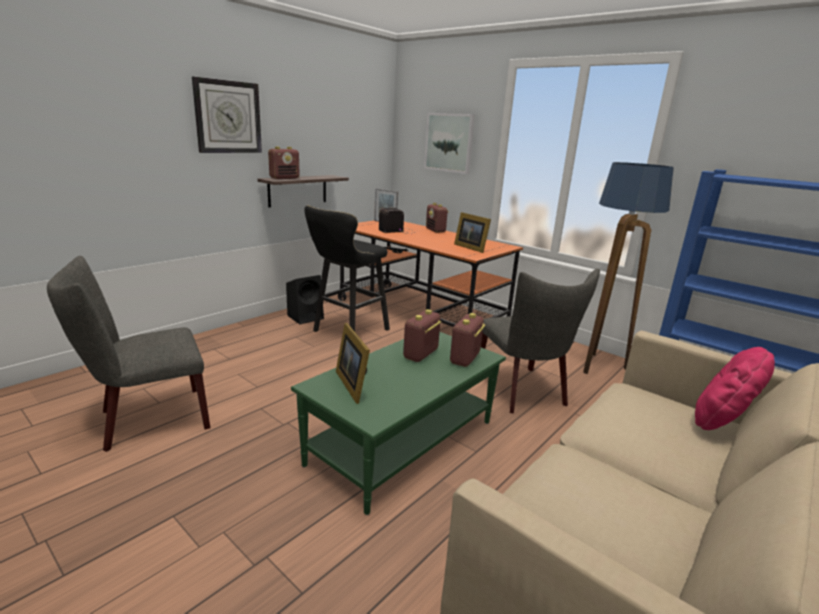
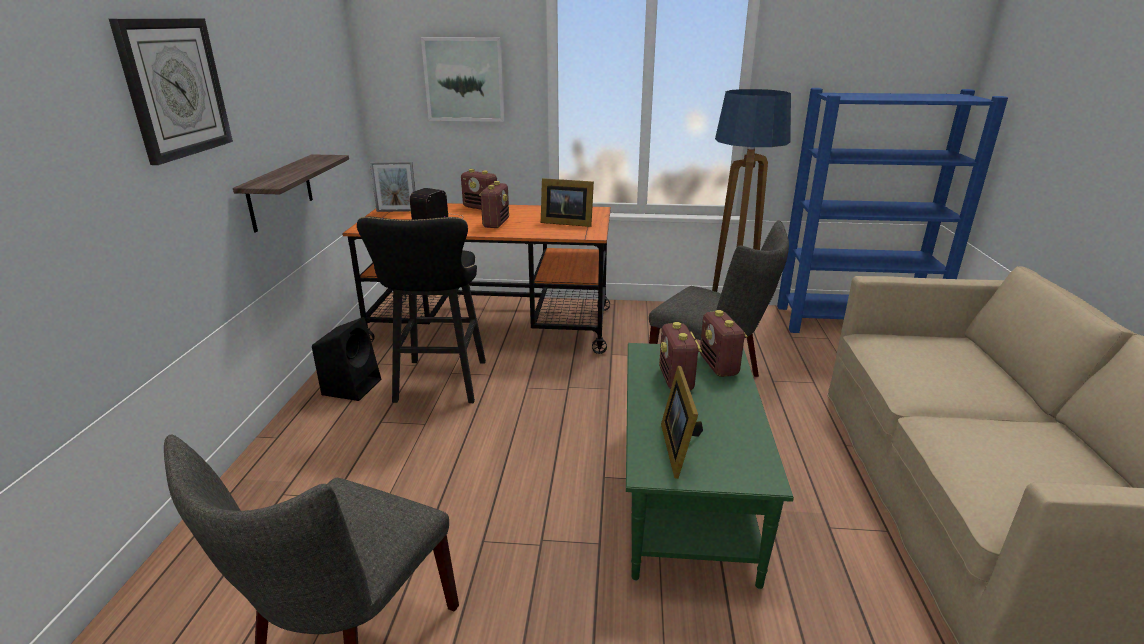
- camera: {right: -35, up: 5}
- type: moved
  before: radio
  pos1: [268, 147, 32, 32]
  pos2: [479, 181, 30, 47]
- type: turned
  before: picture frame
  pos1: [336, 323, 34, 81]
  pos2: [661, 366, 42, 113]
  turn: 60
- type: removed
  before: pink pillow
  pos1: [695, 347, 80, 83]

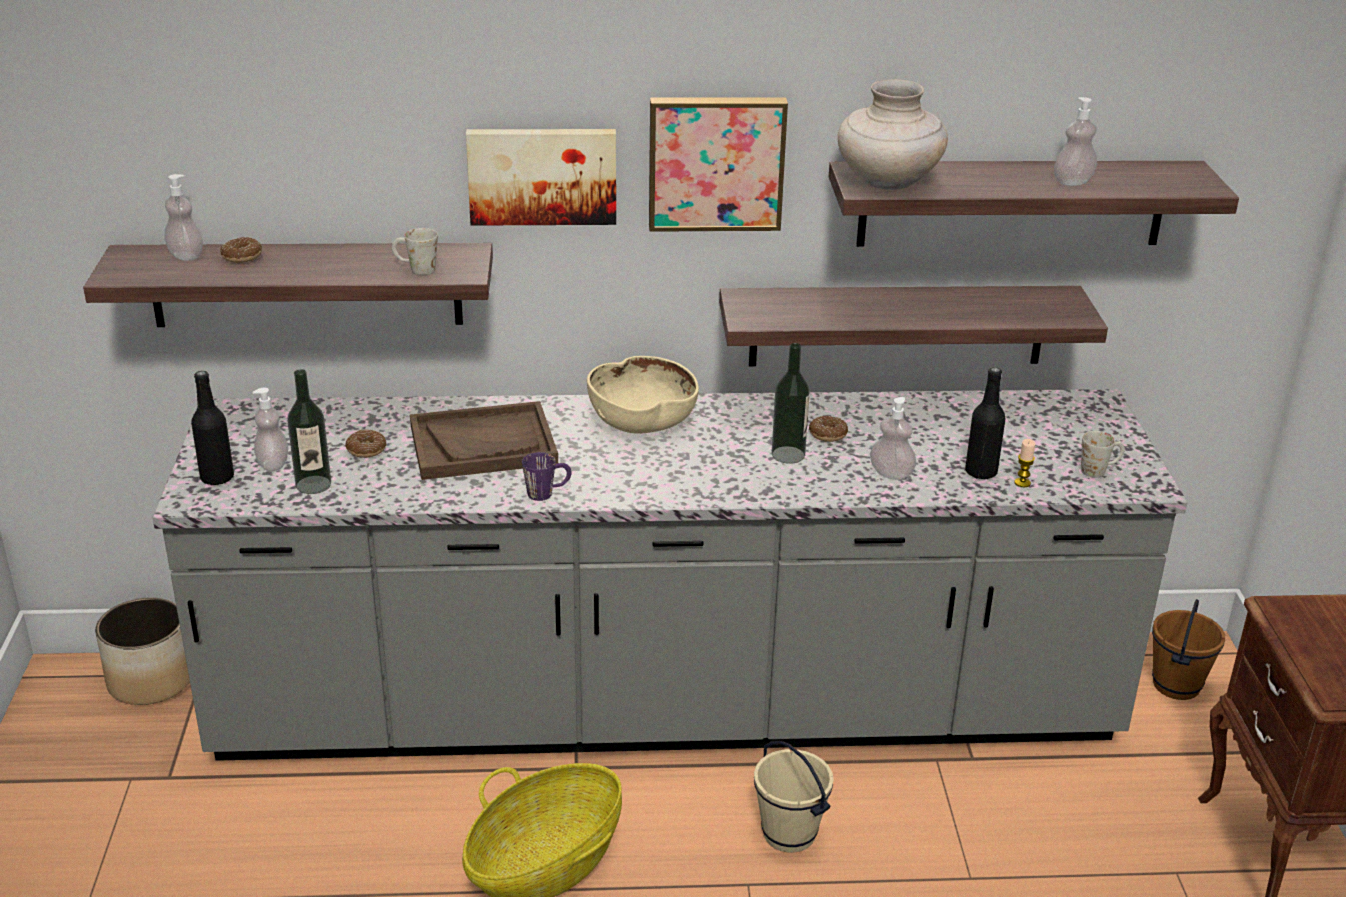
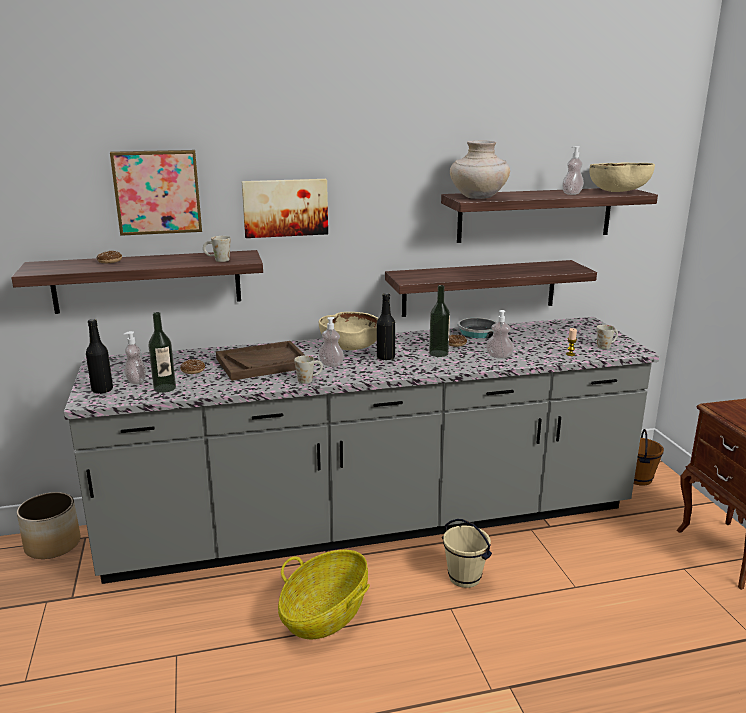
- camera: {right: -10, up: -10}
- type: moved
  before: soap dispenser
  pos1: [164, 174, 39, 87]
  pos2: [319, 317, 25, 50]
- type: recoloured
  before: purple mug
  after: white mug
  pos1: [522, 452, 50, 49]
  pos2: [294, 356, 29, 28]
- type: moved
  before: picture
  pos1: [649, 98, 139, 134]
  pos2: [110, 150, 92, 86]
- type: moved
  before: black bottle
  pos1: [965, 367, 41, 113]
  pos2: [377, 293, 18, 68]
- type: added
  after: frying pan
  pos2: [458, 318, 55, 23]
- type: added
  after: beige bowl
  pos2: [589, 163, 66, 29]

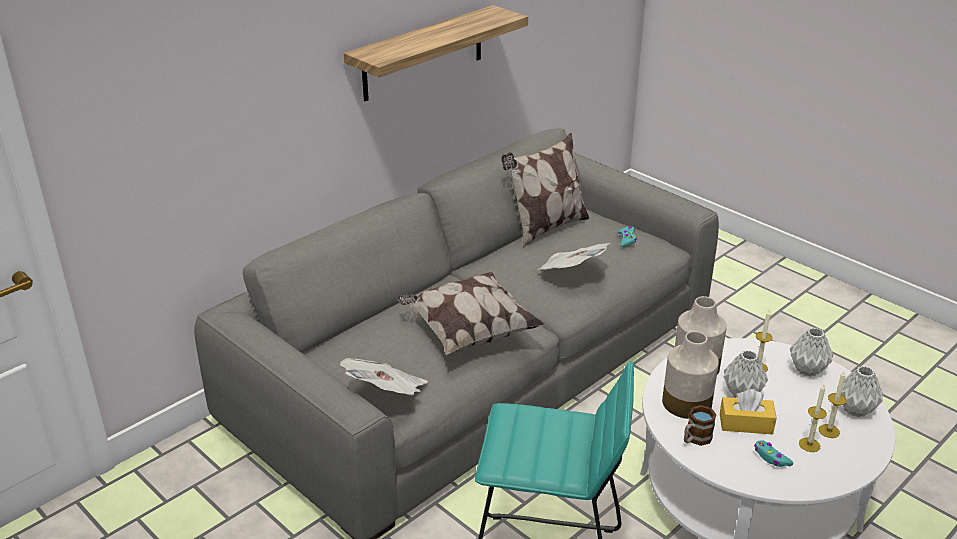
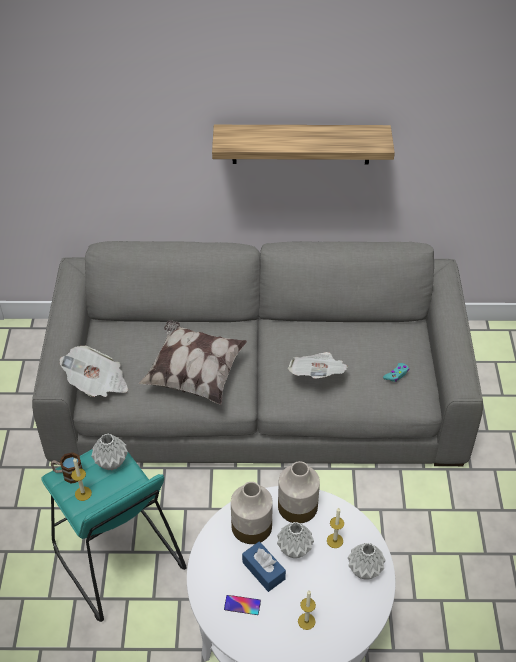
- camera: {right: 45, up: 15}
- type: removed
  before: pillow
  pos1: [501, 133, 88, 115]
- type: moved
  before: mug
  pos1: [684, 405, 33, 41]
  pos2: [51, 452, 31, 32]
- type: recoloured
  before: yellow tissue box
  after: blue tissue box
  pos1: [720, 389, 57, 45]
  pos2: [242, 541, 44, 51]
- type: replaced
  before: turquoise game controller
  after: phone
  pos1: [754, 440, 40, 27]
  pos2: [224, 595, 37, 20]
- type: moved
  before: candle
  pos1: [799, 385, 28, 67]
  pos2: [71, 458, 21, 43]
- type: moved
  before: grey vase
  pos1: [837, 366, 47, 51]
  pos2: [91, 433, 37, 37]

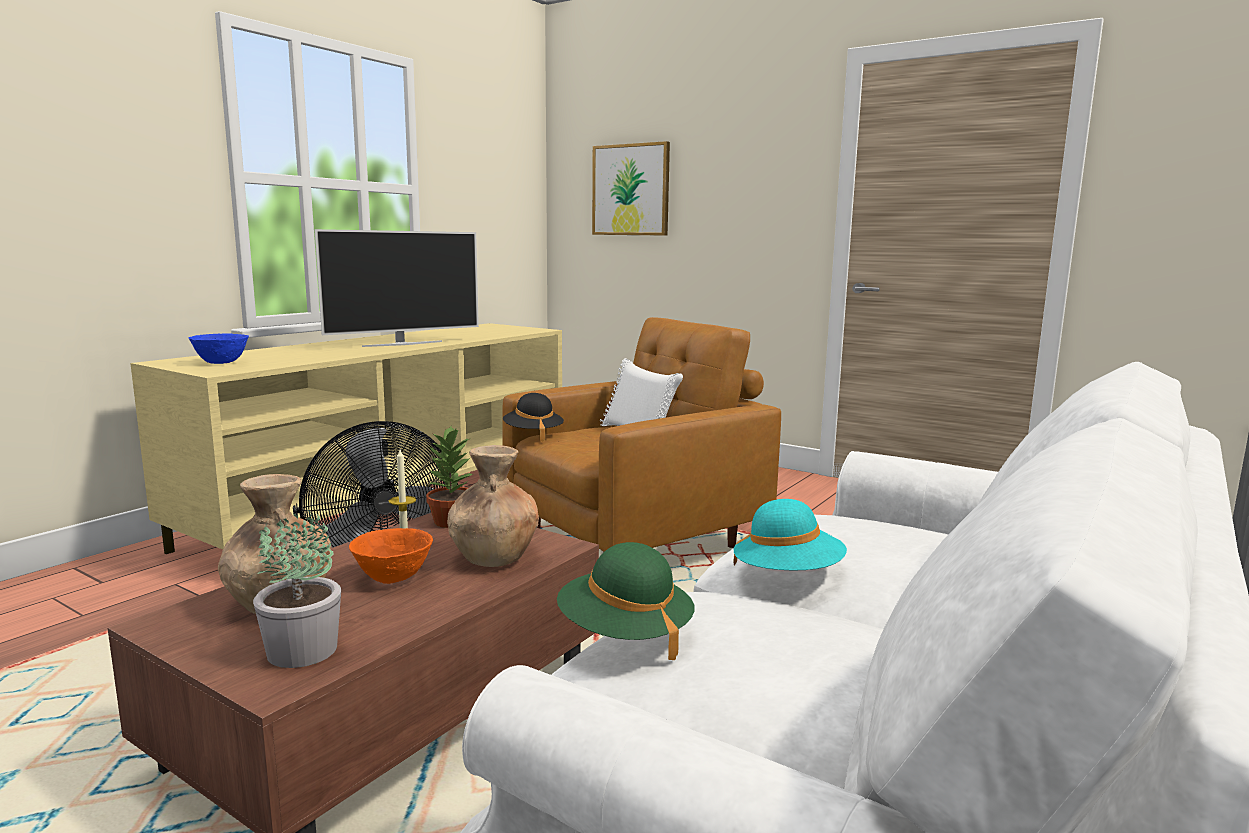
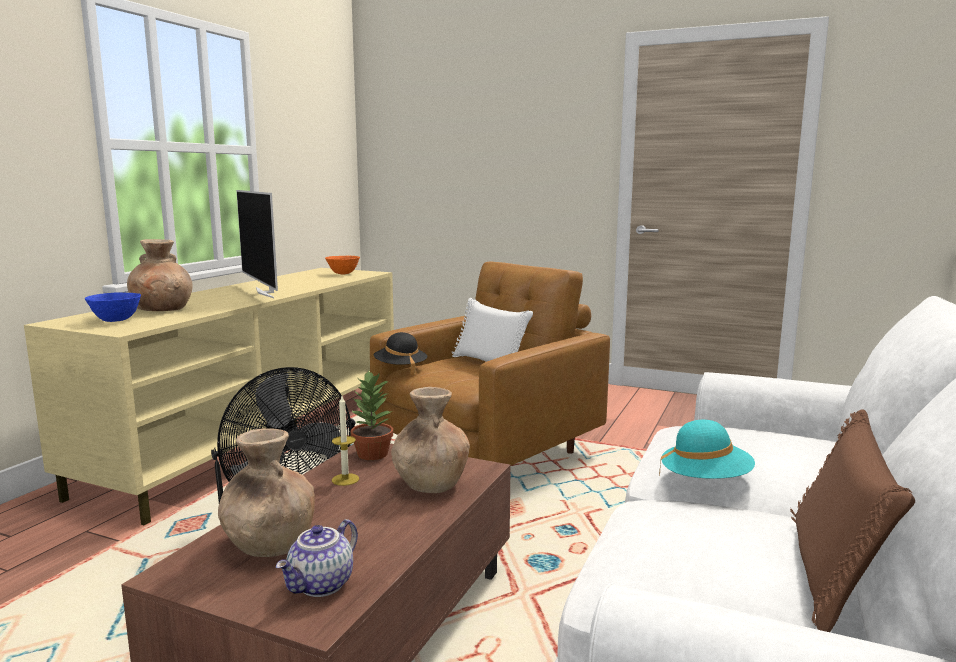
- camera: {right: -10, up: 0}
- type: replaced
  before: potted plant
  after: teapot
  pos1: [253, 510, 88, 158]
  pos2: [276, 519, 82, 78]
- type: turned
  before: television
  pos1: [314, 229, 165, 118]
  pos2: [236, 190, 42, 108]
  turn: 105
- type: moved
  before: orange bowl
  pos1: [349, 528, 84, 56]
  pos2: [325, 256, 35, 19]
- type: removed
  before: green hat
  pos1: [557, 542, 138, 118]
- type: removed
  before: picture
  pos1: [592, 141, 78, 95]
- type: added
  after: brown vase
  pos2: [127, 239, 66, 72]
- type: added
  after: brown pillow
  pos2: [790, 409, 125, 223]

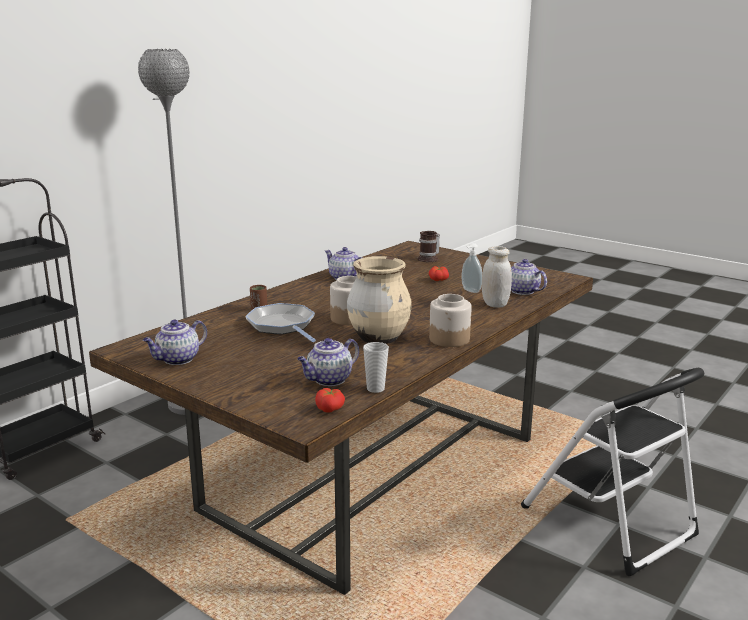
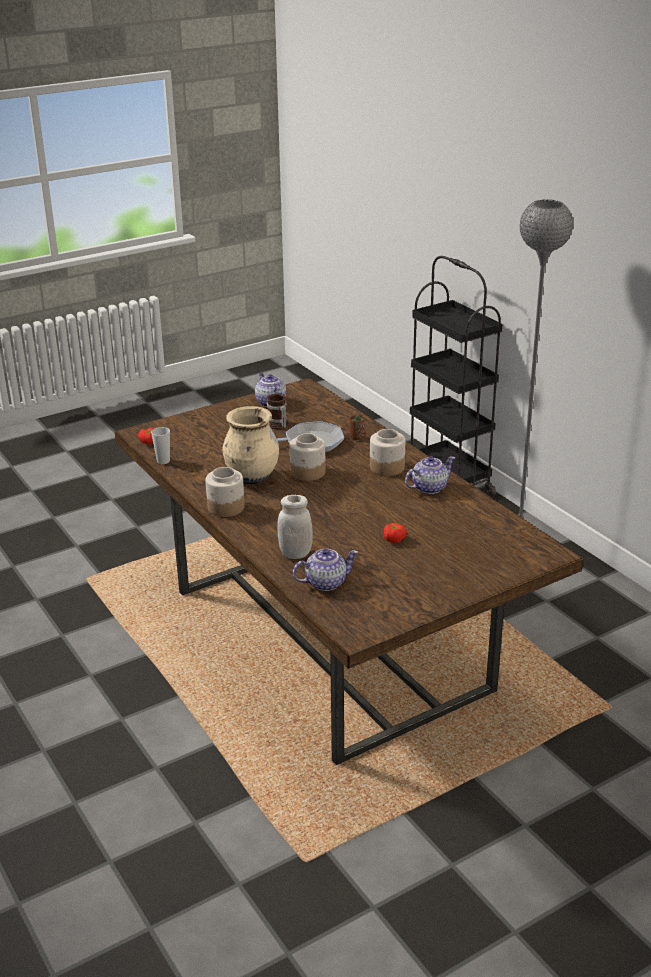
- camera: {right: 110, up: 10}
- type: removed
  before: teapot
  pos1: [297, 338, 62, 48]
- type: moved
  before: mug
  pos1: [417, 231, 23, 31]
  pos2: [267, 393, 22, 36]
- type: removed
  before: soap dispenser
  pos1: [462, 243, 20, 50]
- type: removed
  before: step ladder
  pos1: [521, 368, 183, 208]
- type: added
  after: jar
  pos2: [370, 429, 35, 47]

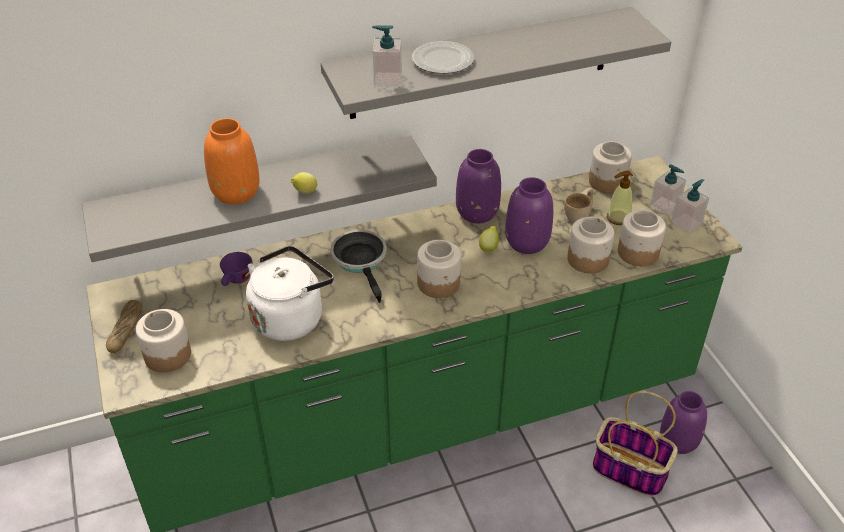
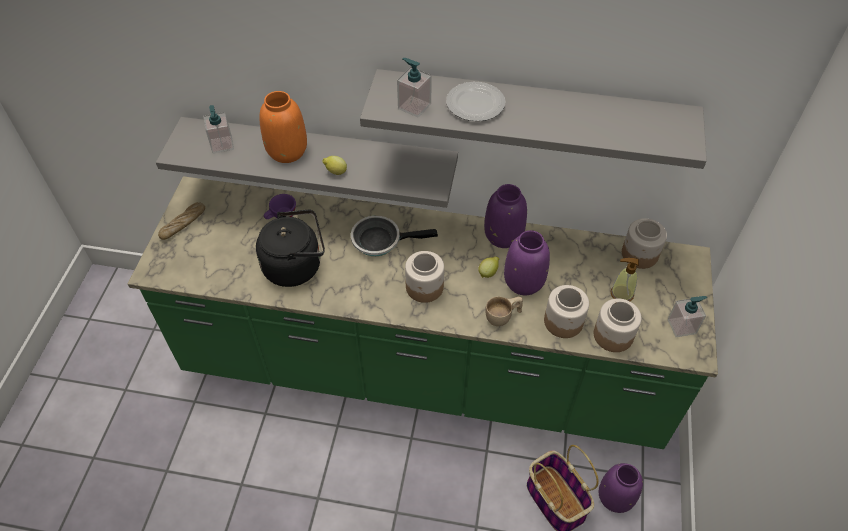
- camera: {right: 30, up: 10}
- type: removed
  before: jar
  pos1: [136, 309, 55, 63]
- type: recoloured
  before: white kettle
  after: black kettle
  pos1: [246, 246, 88, 95]
  pos2: [256, 210, 69, 77]
- type: turned
  before: frying pan
  pos1: [330, 230, 57, 73]
  pos2: [351, 216, 87, 40]
  turn: -105
- type: moved
  before: beige cup
  pos1: [564, 188, 29, 35]
  pos2: [485, 296, 38, 30]
- type: moved
  before: soap dispenser
  pos1: [650, 164, 36, 52]
  pos2: [203, 105, 31, 49]

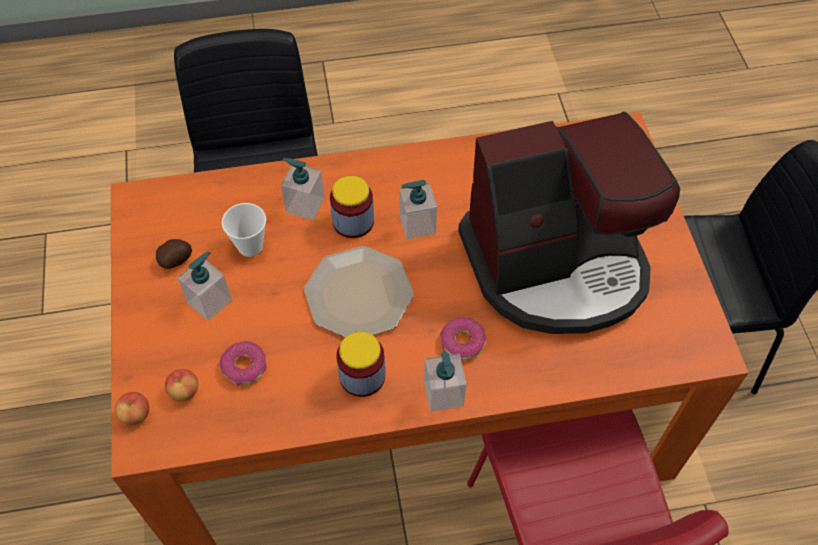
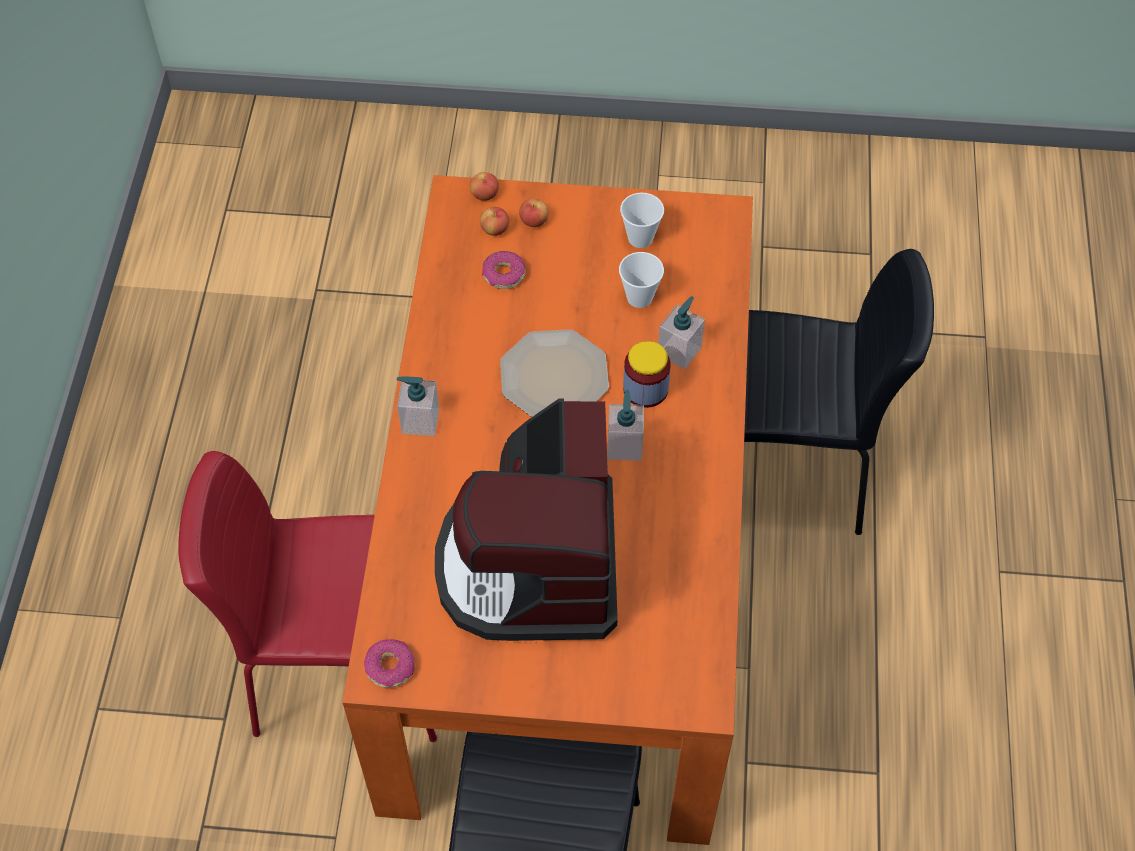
- camera: {right: 105, up: 0}
- type: replaced
  before: potato
  after: cup
  pos1: [156, 239, 36, 30]
  pos2: [620, 193, 44, 55]
- type: removed
  before: soap dispenser
  pos1: [177, 251, 55, 70]
- type: removed
  before: jar
  pos1: [336, 332, 49, 65]
- type: moved
  before: donut
  pos1: [440, 317, 46, 43]
  pos2: [364, 639, 51, 49]
- type: added
  after: apple
  pos2: [519, 198, 30, 29]

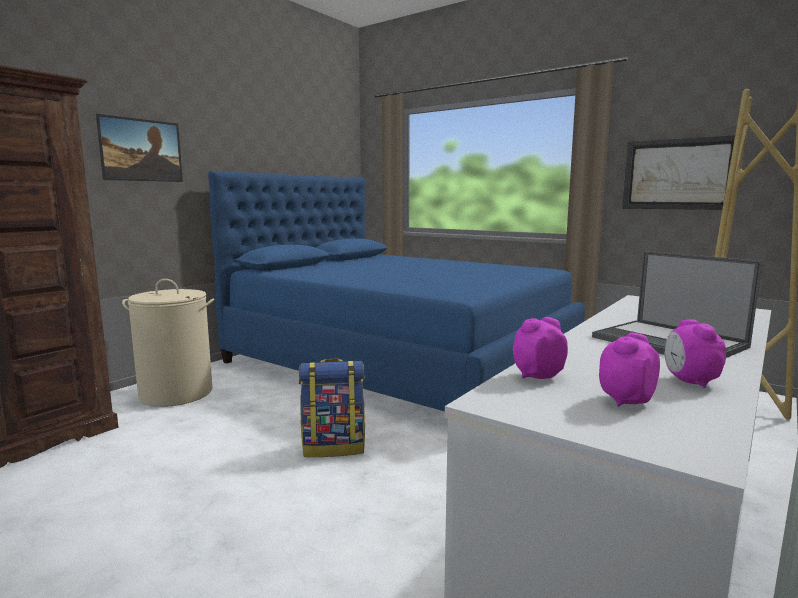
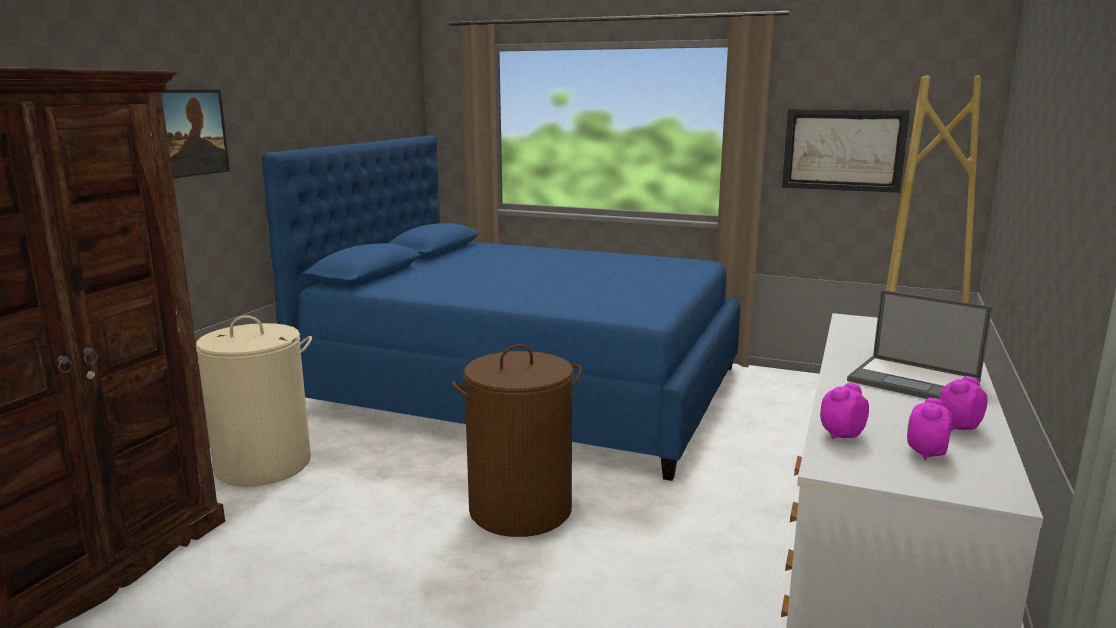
- camera: {right: -15, up: 5}
- type: replaced
  before: backpack
  after: brown laundry basket
  pos1: [299, 358, 66, 99]
  pos2: [452, 344, 130, 193]
- type: turned
  before: alarm clock
  pos1: [665, 319, 61, 69]
  pos2: [939, 376, 48, 55]
  turn: 75

